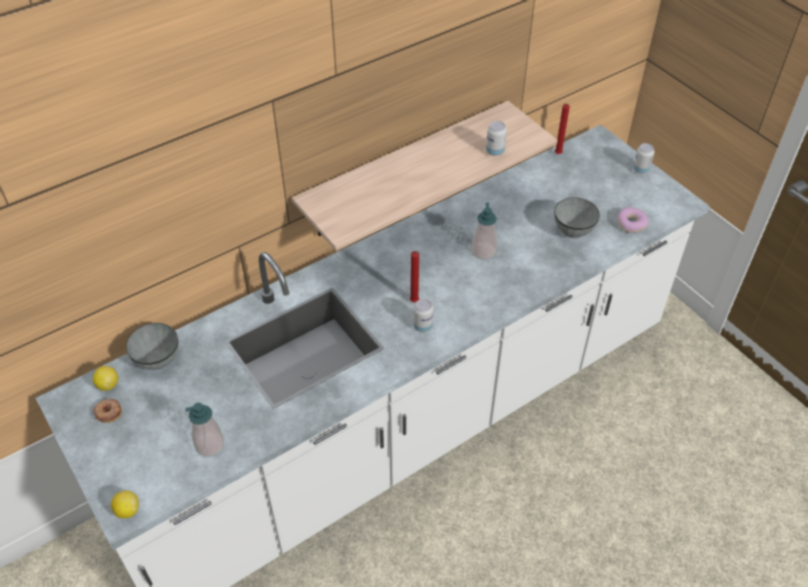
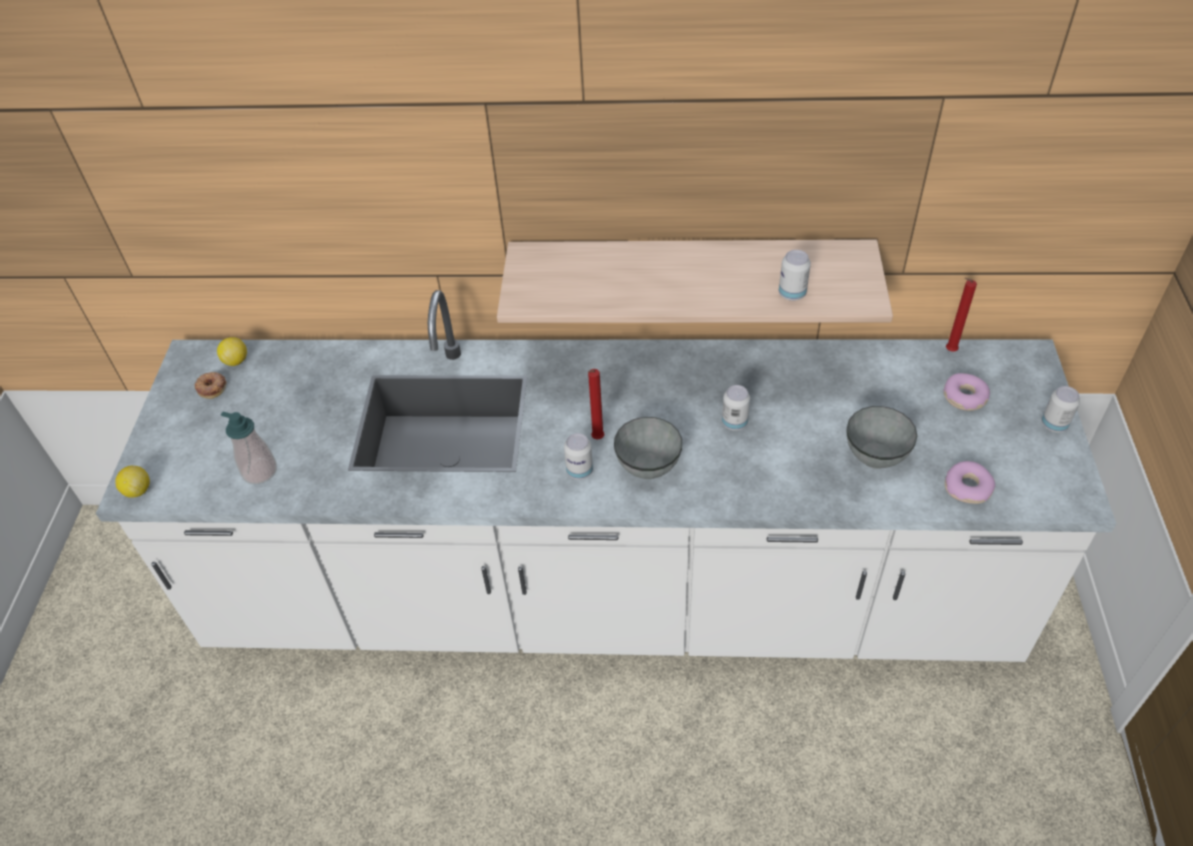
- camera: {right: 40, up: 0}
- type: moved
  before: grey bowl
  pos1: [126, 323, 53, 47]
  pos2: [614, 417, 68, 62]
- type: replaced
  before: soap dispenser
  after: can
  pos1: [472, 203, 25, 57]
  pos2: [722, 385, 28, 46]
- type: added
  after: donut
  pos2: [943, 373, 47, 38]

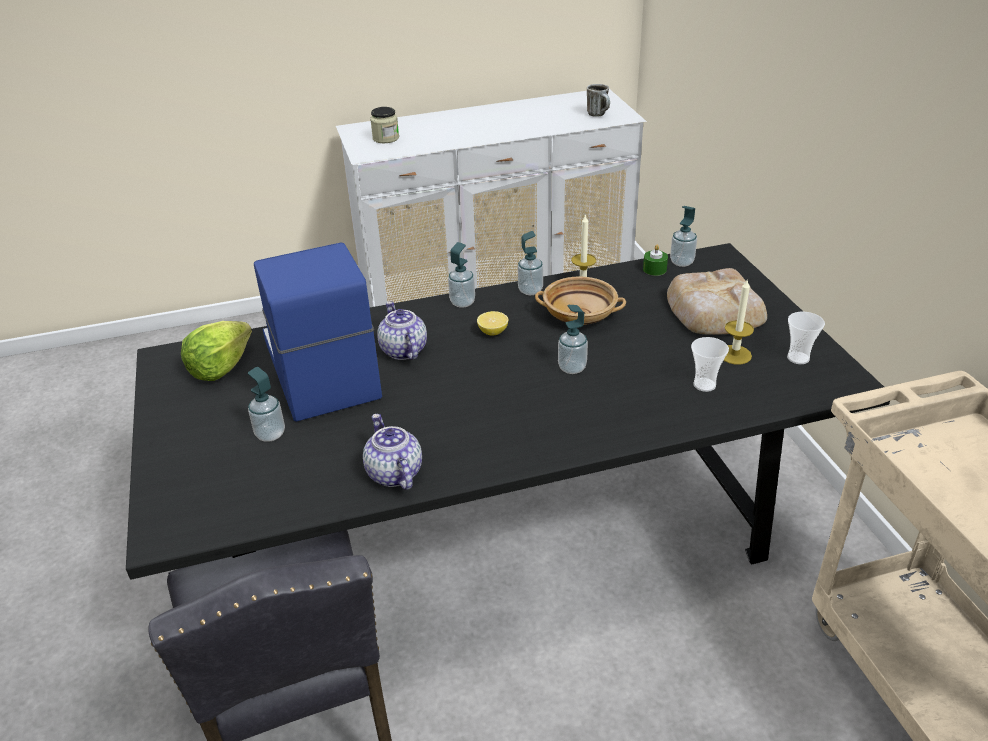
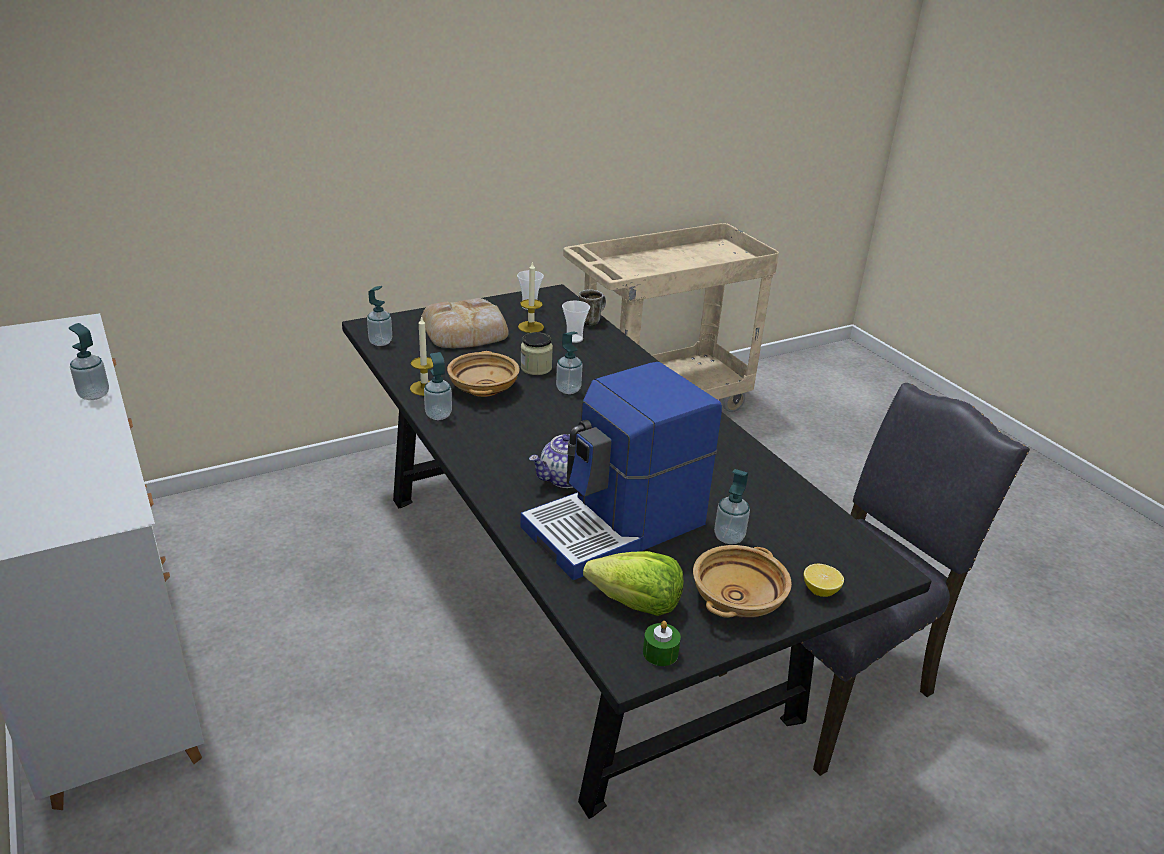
- camera: {right: -105, up: -5}
- type: removed
  before: teapot
  pos1: [363, 414, 59, 76]
- type: moved
  before: jar
  pos1: [370, 107, 29, 36]
  pos2: [520, 332, 33, 43]
- type: moved
  before: soap dispenser
  pos1: [448, 242, 27, 66]
  pos2: [69, 323, 40, 77]
- type: moved
  before: lemon
  pos1: [477, 311, 32, 25]
  pos2: [804, 564, 40, 33]
- type: moved
  before: mug
  pos1: [587, 84, 23, 33]
  pos2: [579, 289, 27, 37]
- type: moved
  before: green candle
  pos1: [643, 245, 25, 31]
  pos2: [643, 621, 38, 45]
- type: added
  after: beige bowl
  pos2: [693, 545, 99, 73]

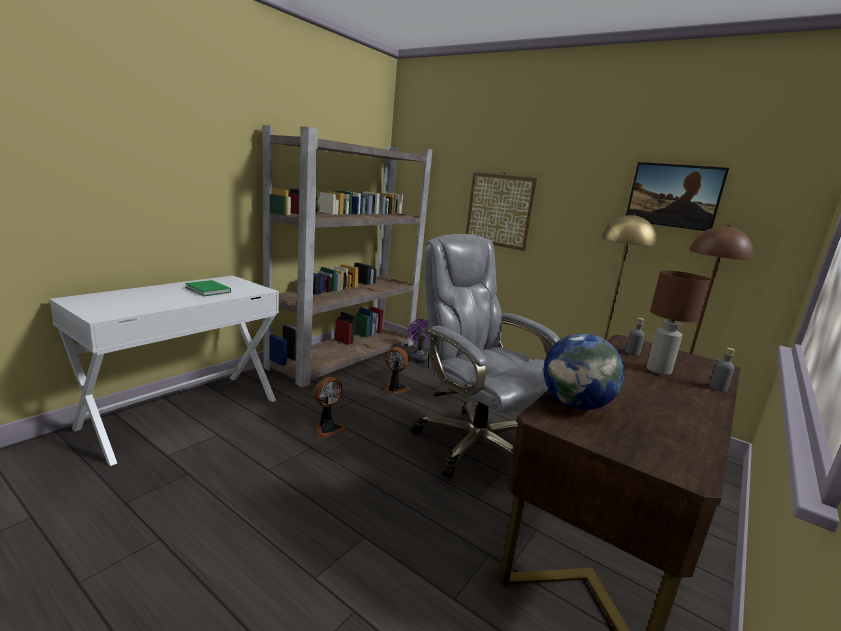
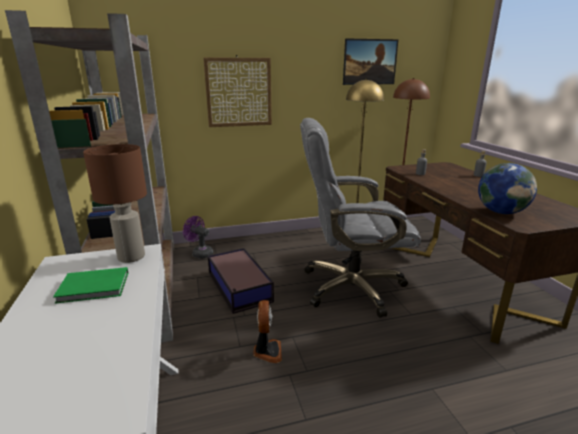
- camera: {right: -50, up: 5}
- type: replaced
  before: fan
  after: storage box
  pos1: [385, 347, 25, 47]
  pos2: [208, 248, 66, 66]
- type: moved
  before: brown table lamp
  pos1: [647, 270, 63, 105]
  pos2: [83, 144, 64, 119]

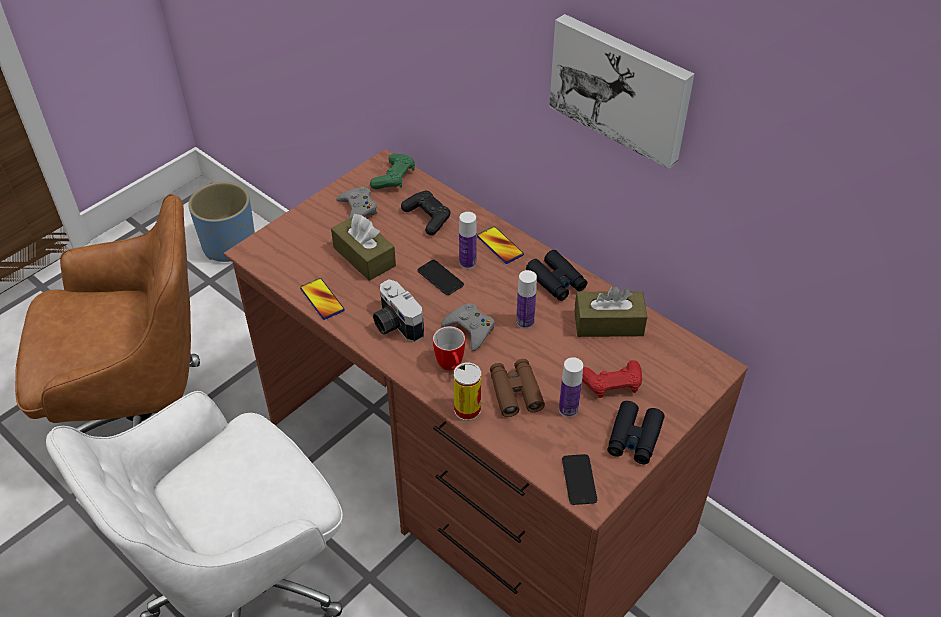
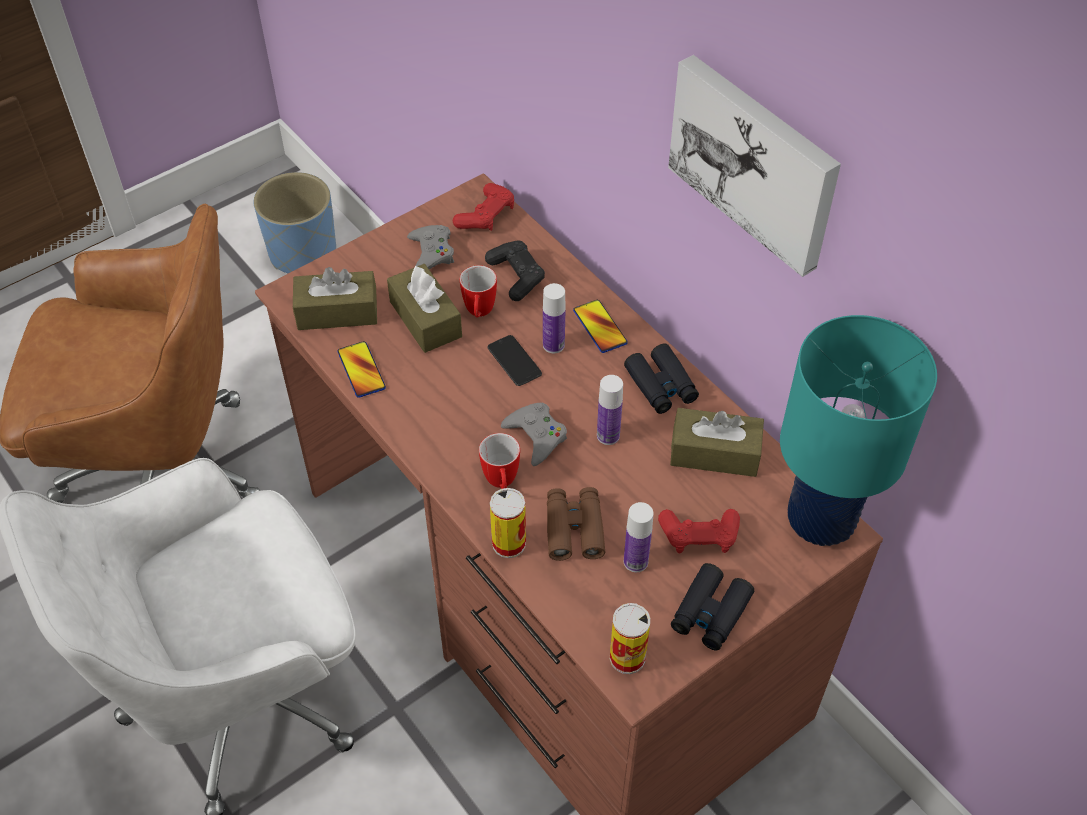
- camera: {right: 10, up: 5}
- type: recoloured
  before: green game controller
  after: red game controller
  pos1: [370, 154, 45, 35]
  pos2: [453, 183, 61, 48]
- type: removed
  before: photo camera
  pos1: [373, 279, 51, 63]
- type: replaced
  before: phone
  after: can
  pos1: [562, 454, 35, 51]
  pos2: [610, 603, 40, 71]
- type: added
  after: brown tissue box
  pos2: [293, 267, 84, 63]
- type: added
  after: mug
  pos2: [460, 265, 37, 53]
- type: added
  after: turquoise table lamp
  pos2: [780, 315, 157, 231]

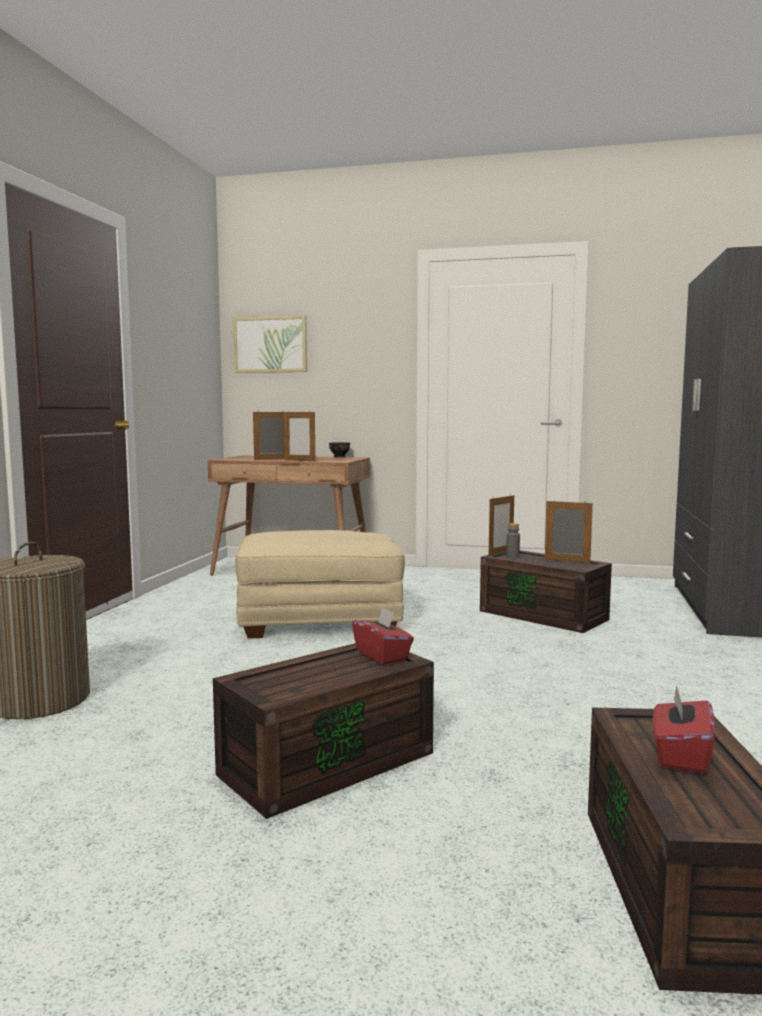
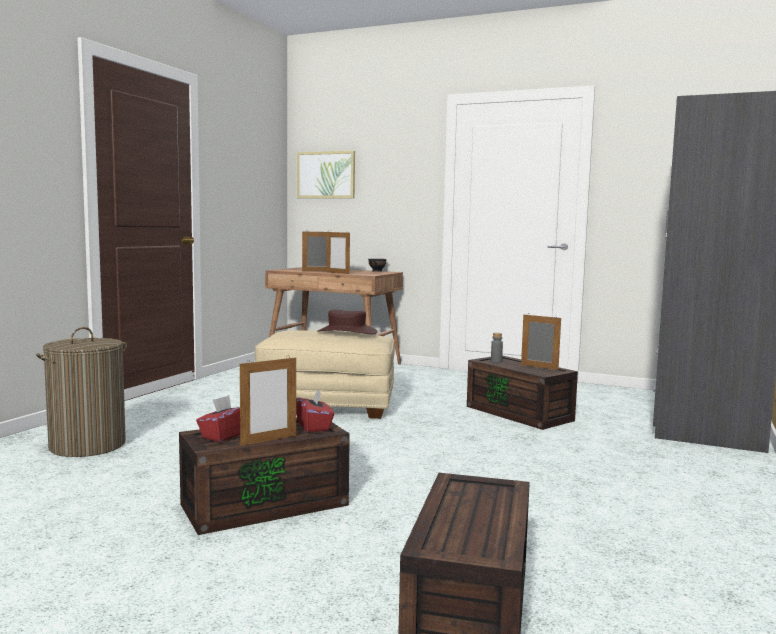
- camera: {right: 10, up: 0}
- type: moved
  before: picture frame
  pos1: [489, 495, 25, 61]
  pos2: [240, 356, 56, 90]
- type: moved
  before: red tissue box
  pos1: [653, 685, 62, 89]
  pos2: [196, 395, 44, 47]
- type: added
  after: brown hat
  pos2: [317, 310, 60, 24]

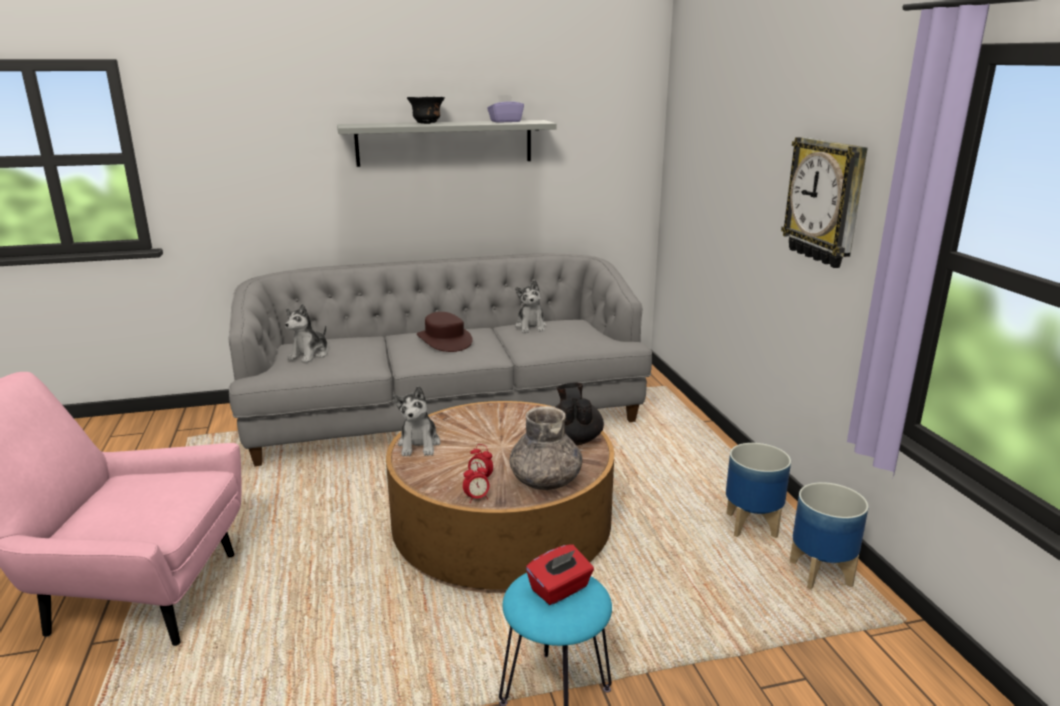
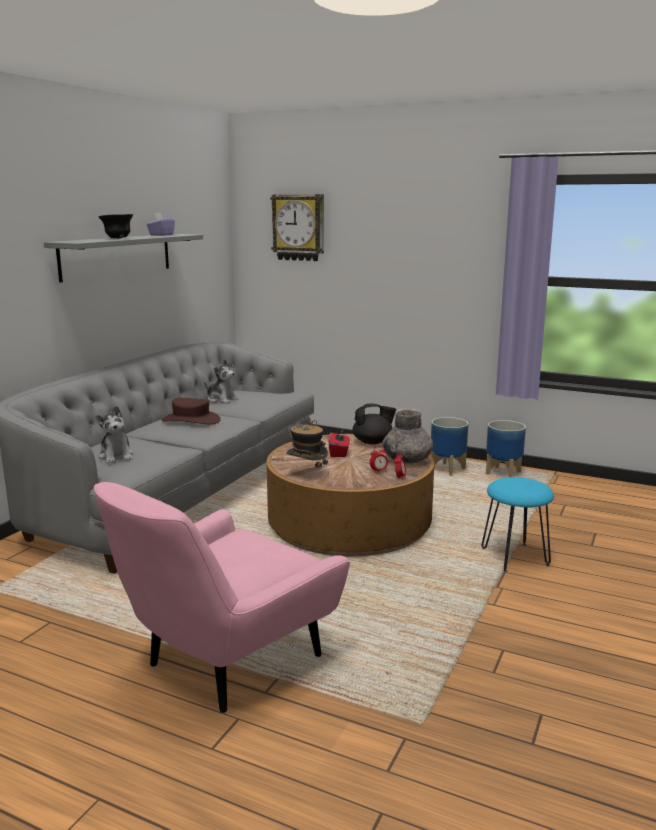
- camera: {right: -50, up: -5}
- type: replaced
  before: plush toy
  after: hat
  pos1: [393, 386, 48, 70]
  pos2: [286, 420, 42, 47]
- type: moved
  before: red tissue box
  pos1: [526, 544, 68, 61]
  pos2: [329, 432, 21, 25]
- type: turned
  before: black teapot
  pos1: [555, 382, 49, 63]
  pos2: [352, 403, 44, 41]
  turn: 135
- type: moved
  before: wall clock
  pos1: [781, 137, 87, 131]
  pos2: [270, 194, 54, 67]

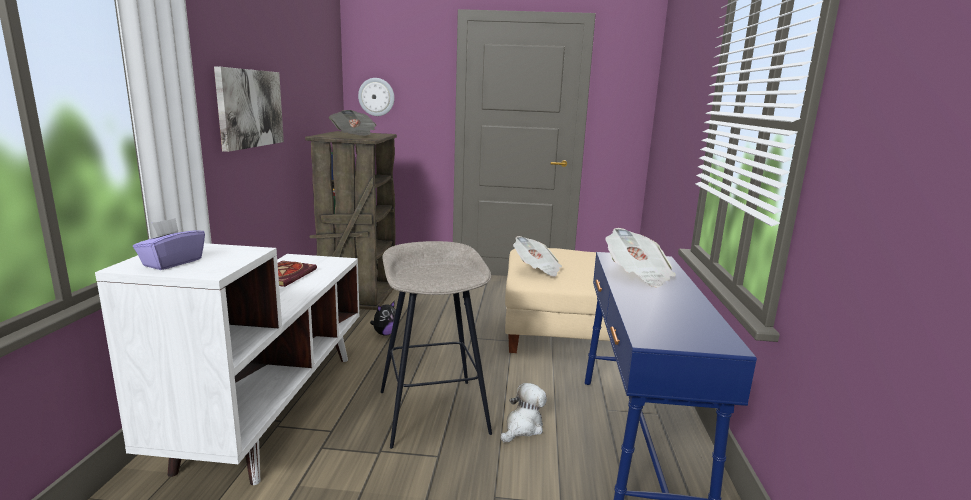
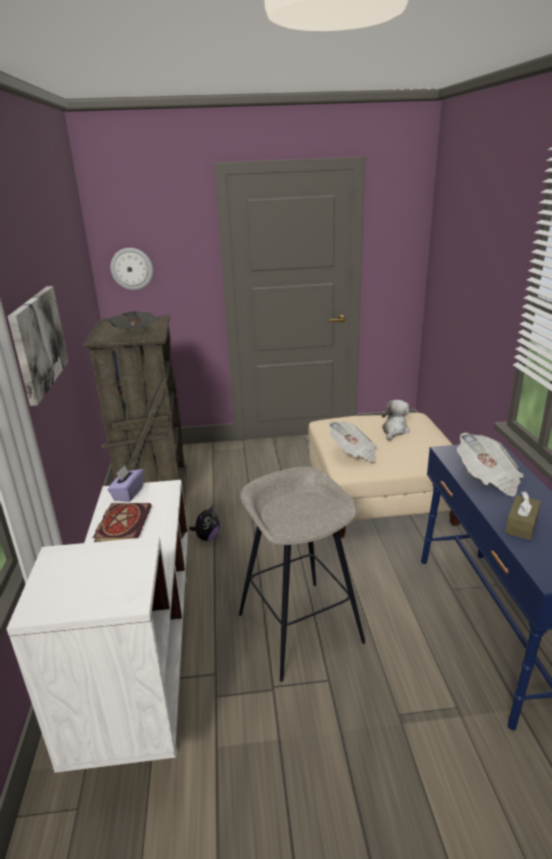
- camera: {right: -10, up: 10}
- type: moved
  before: purple tissue box
  pos1: [133, 218, 72, 52]
  pos2: [108, 465, 36, 37]
- type: moved
  before: plush toy
  pos1: [501, 383, 46, 59]
  pos2: [381, 400, 29, 41]
- type: added
  after: brown tissue box
  pos2: [505, 491, 36, 49]

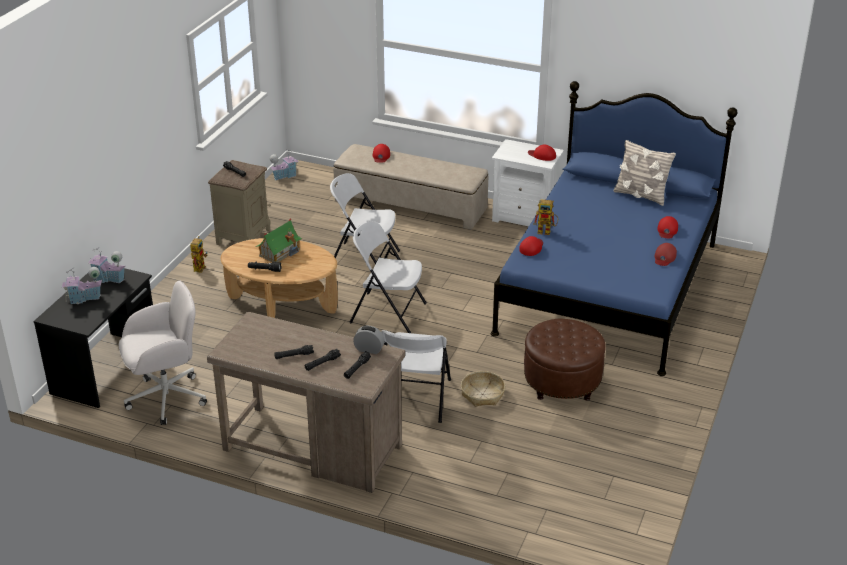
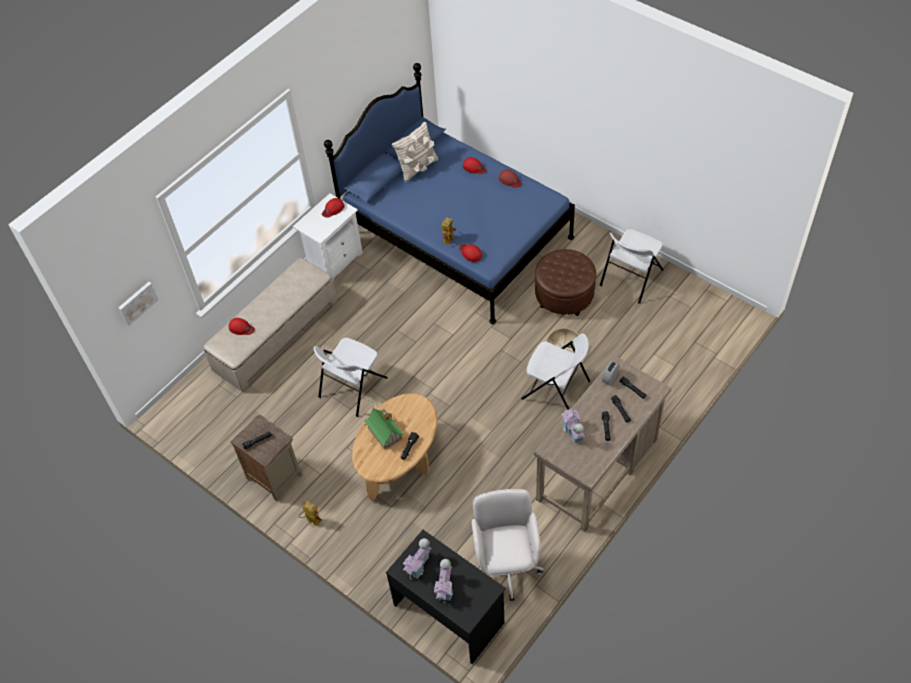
- camera: {right: -70, up: 20}
- type: moved
  before: toy house
  pos1: [270, 150, 29, 30]
  pos2: [562, 409, 23, 35]
- type: moved
  before: white chair
  pos1: [350, 221, 77, 112]
  pos2: [600, 229, 64, 75]
- type: added
  after: picture
  pos2: [118, 282, 40, 44]

